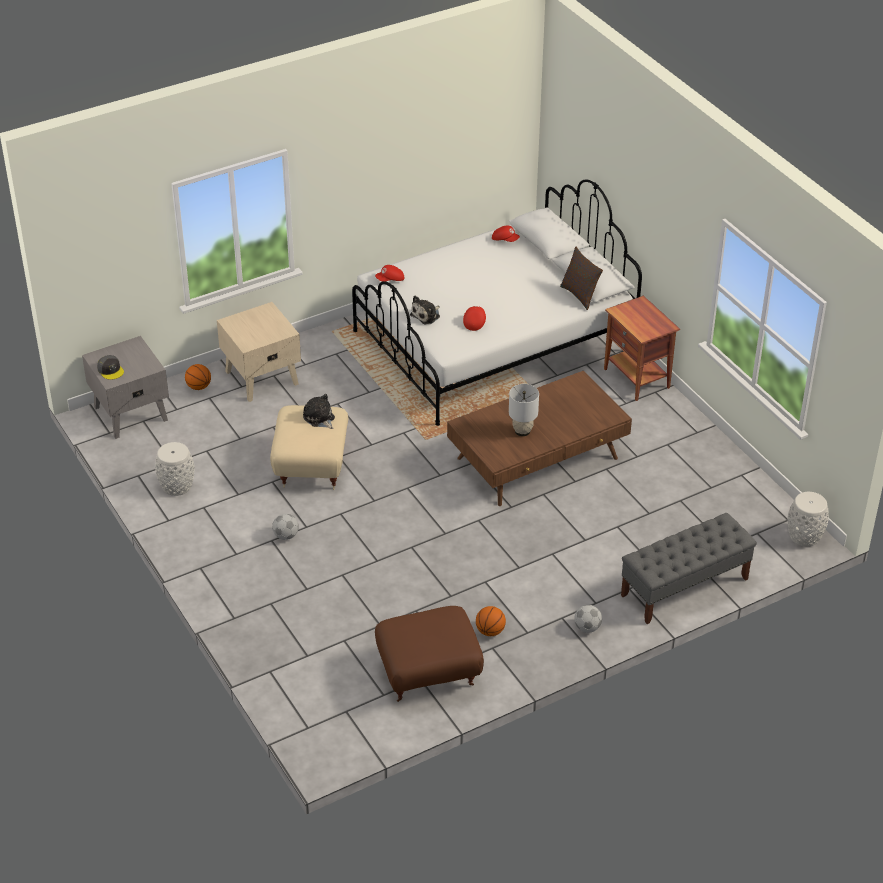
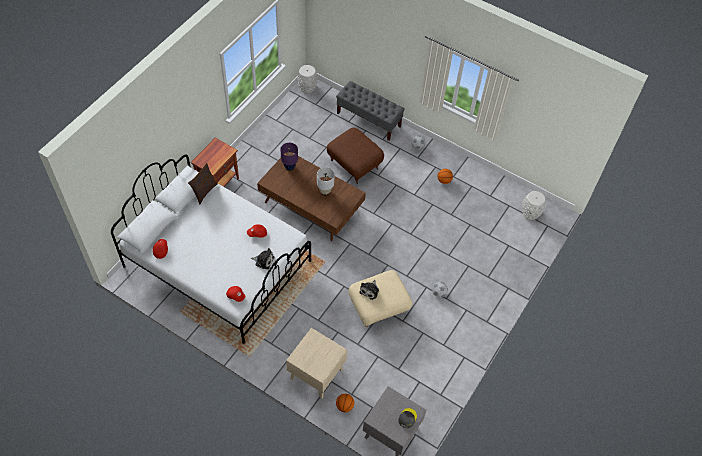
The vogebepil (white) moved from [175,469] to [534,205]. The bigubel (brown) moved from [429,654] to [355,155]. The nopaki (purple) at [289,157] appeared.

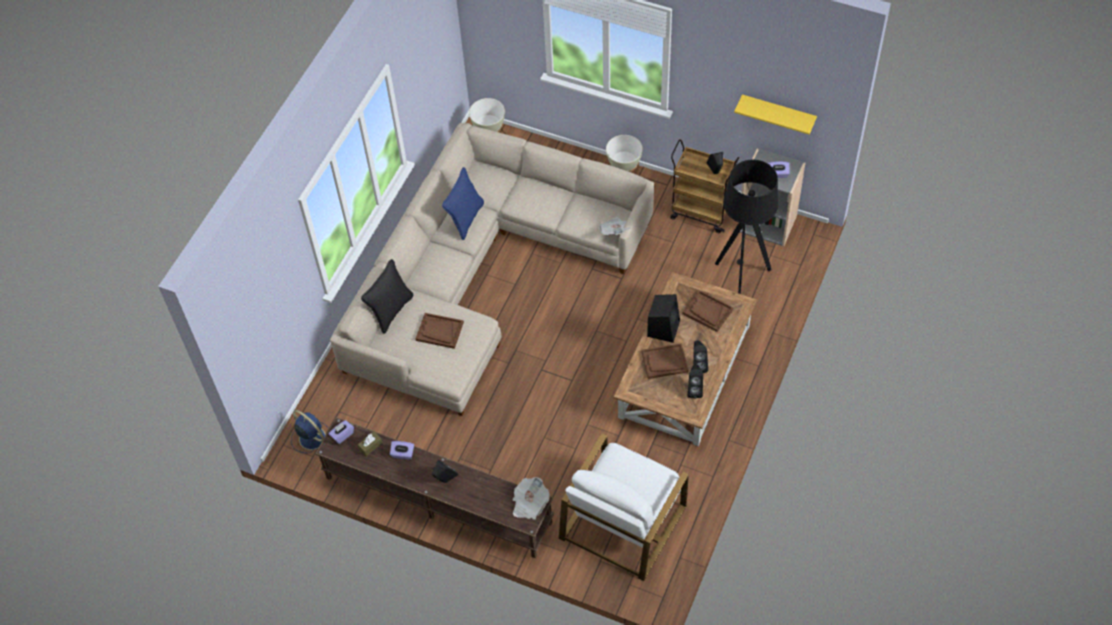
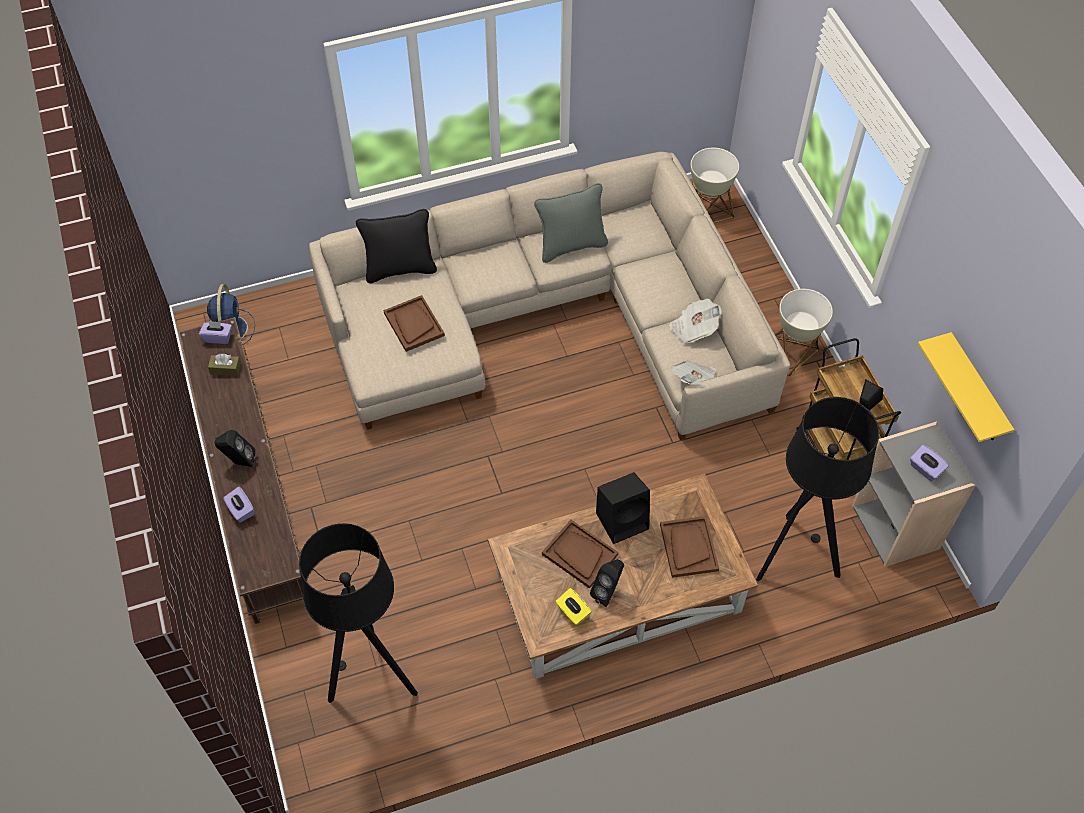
The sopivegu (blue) at [463,203] became the sopivegu (grey) at [571,223]. The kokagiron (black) at [695,381] was replaced by the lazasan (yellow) at [574,607]. The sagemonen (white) at [624,507] was replaced by the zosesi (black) at [358,613]. The lazasan (purple) moved from [402,450] to [238,504]. The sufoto moved from [531,498] to [695,321].

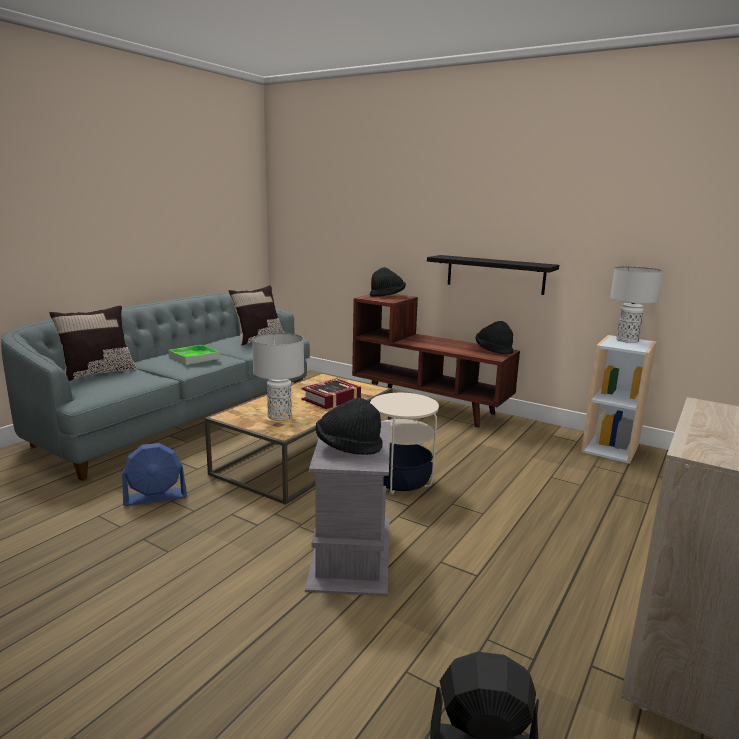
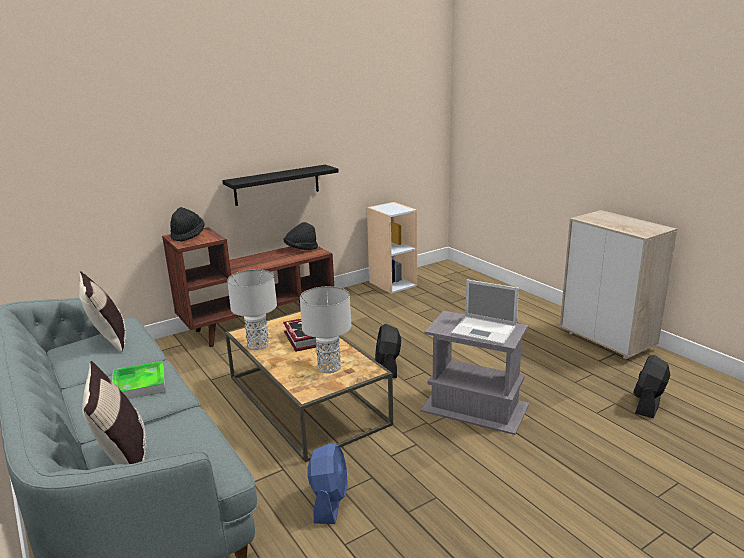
The nopaki (white) moved from [636,304] to [252,310]. The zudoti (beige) at [404,443] was replaced by the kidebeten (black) at [388,351]. The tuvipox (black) at [349,426] was replaced by the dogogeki at [485,312].

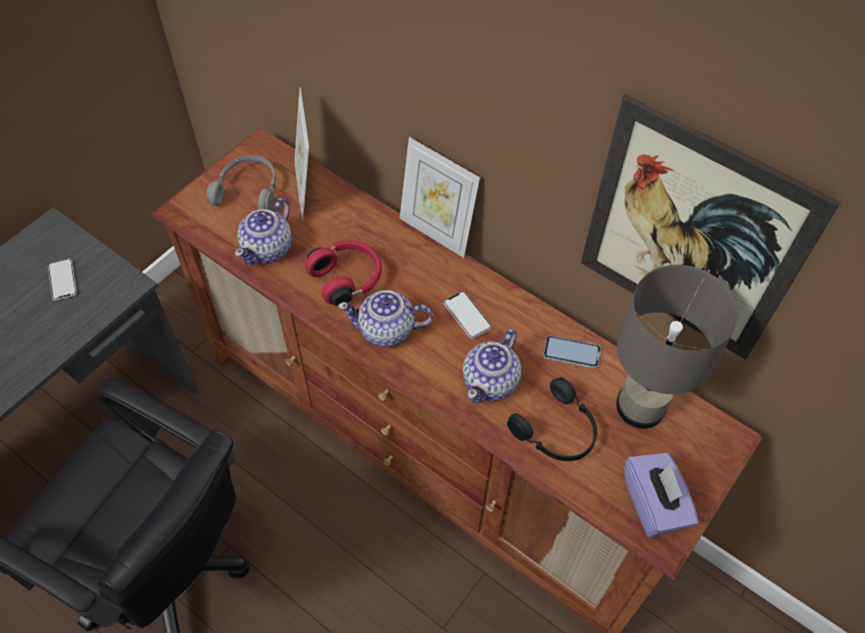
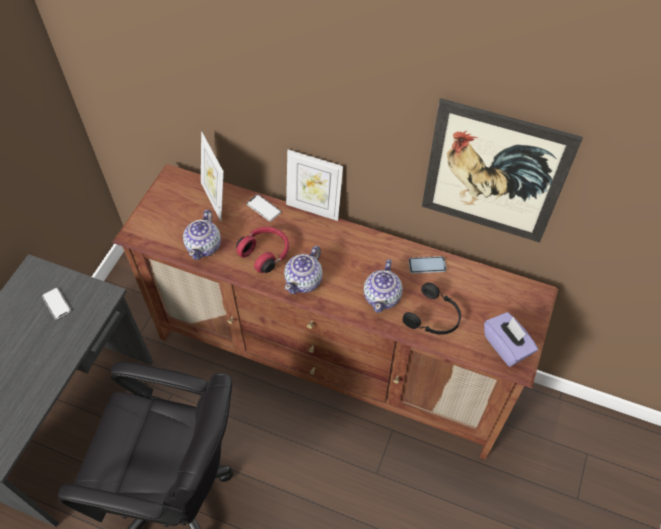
The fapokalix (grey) at [241,182] disappeared. The nopaki (grey) at [677,347] disappeared. The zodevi at [385,318] turned 45 degrees counterclockwise. The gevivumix moved from [467,315] to [264,207].

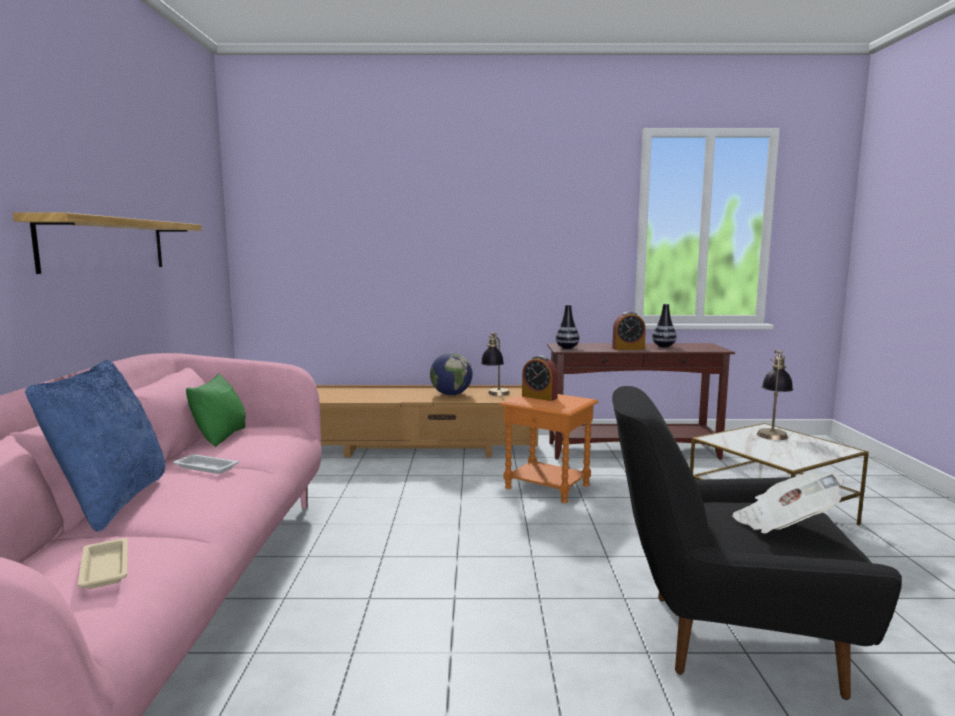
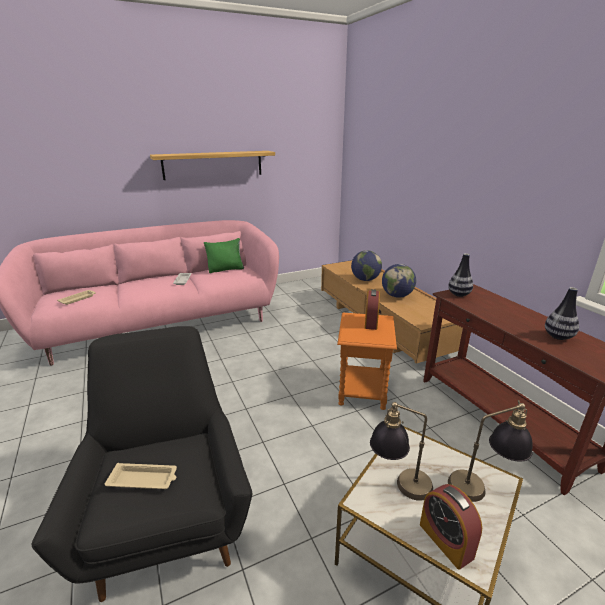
The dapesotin moved from [629,331] to [451,527]. The nopaki moved from [495,364] to [401,451]. The sopivegu (blue) at [95,446] disappeared. The sufoto at [788,502] was replaced by the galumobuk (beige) at [141,476]. The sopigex at [366,265] appeared.

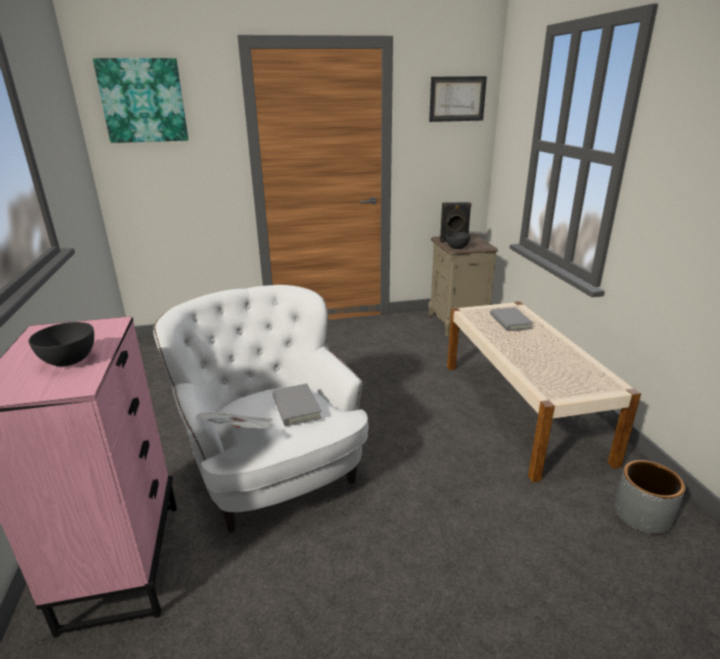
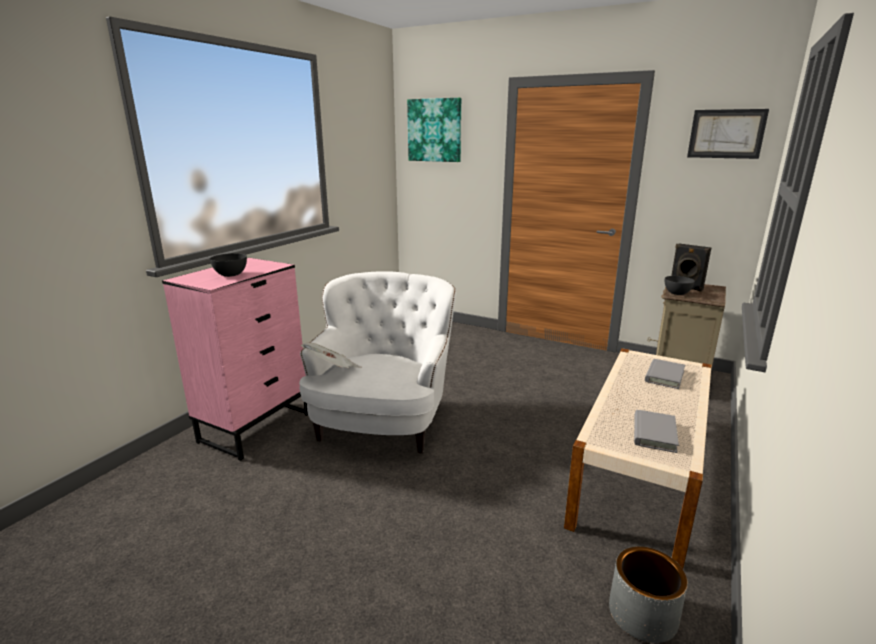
The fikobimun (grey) moved from [297,405] to [656,431].

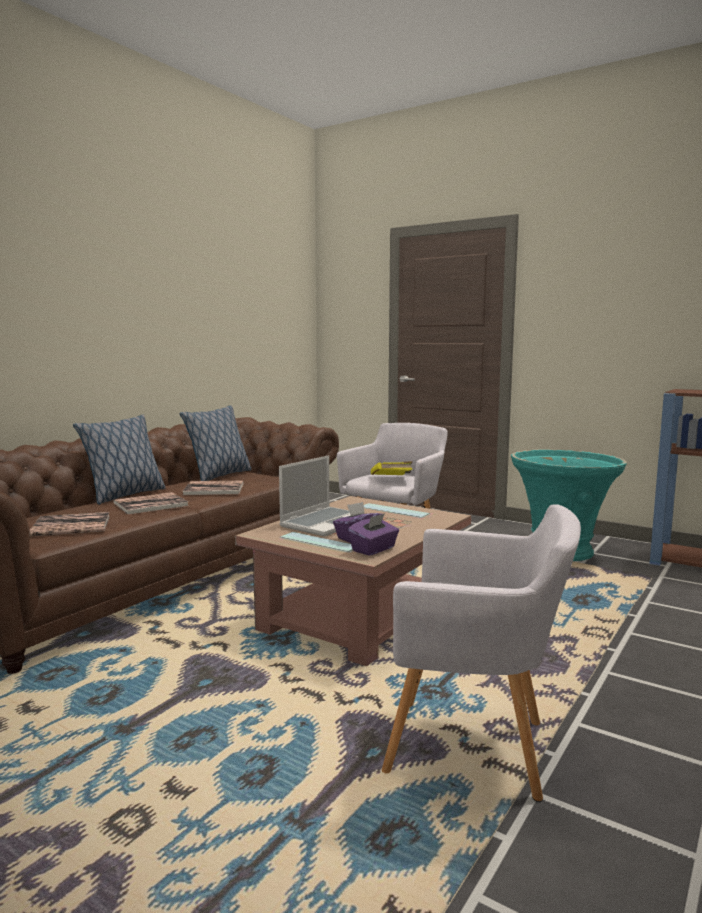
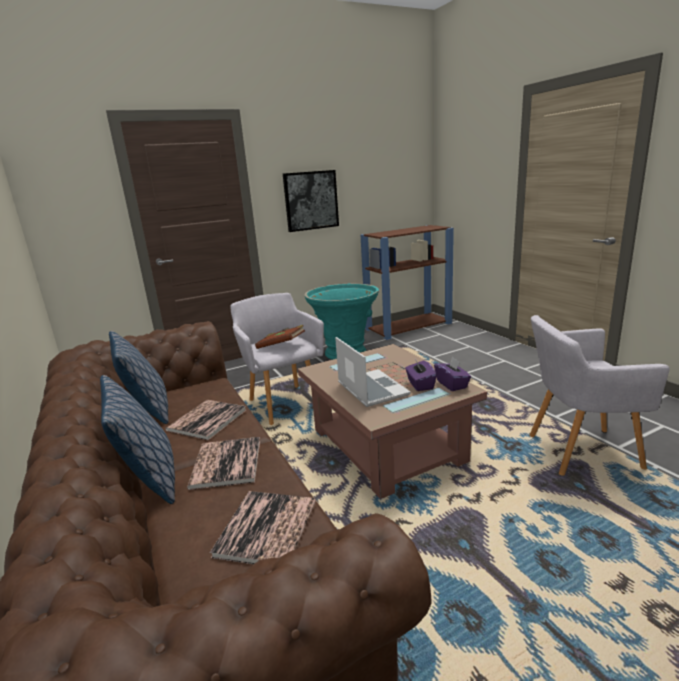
The fikobimun (yellow) at [392,468] became the fikobimun (brown) at [280,337]. The sagemonen (grey) at [481,653] turned 135 degrees counterclockwise. The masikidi at [311,201] appeared.

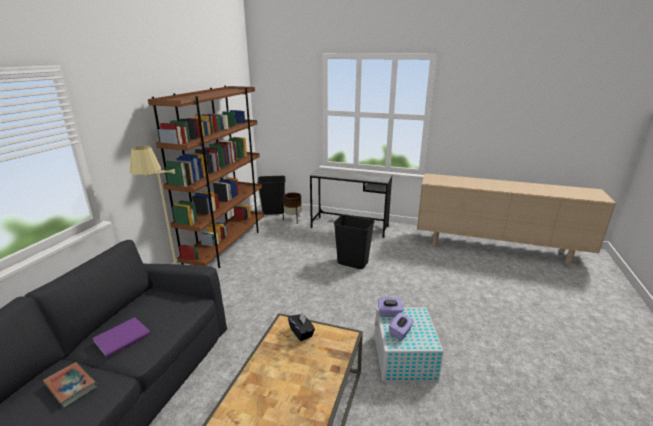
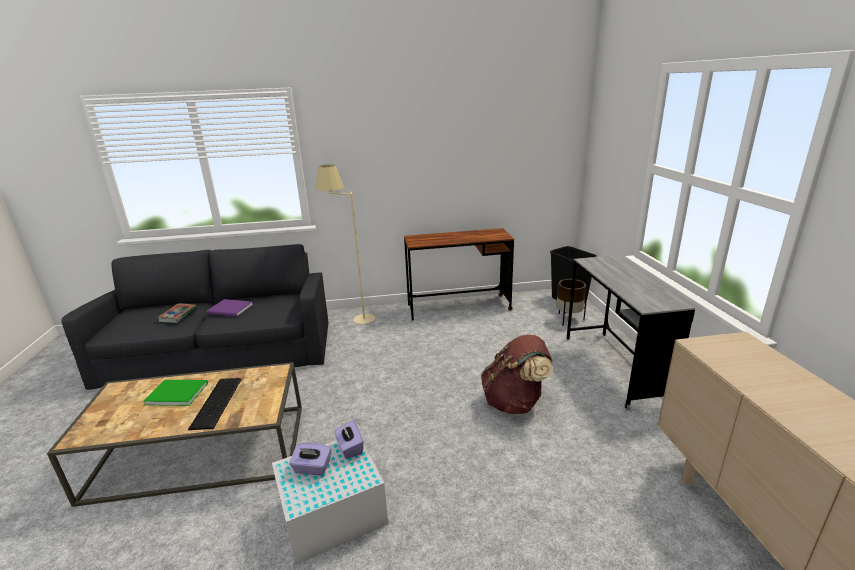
The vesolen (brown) at [206,177] was replaced by the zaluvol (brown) at [459,274]. The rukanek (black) at [354,241] was replaced by the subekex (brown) at [517,374]. The lazasan (black) at [301,326] disappeared. The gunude at [215,404] appeared. The fikobimun (green) at [175,393] appeared.

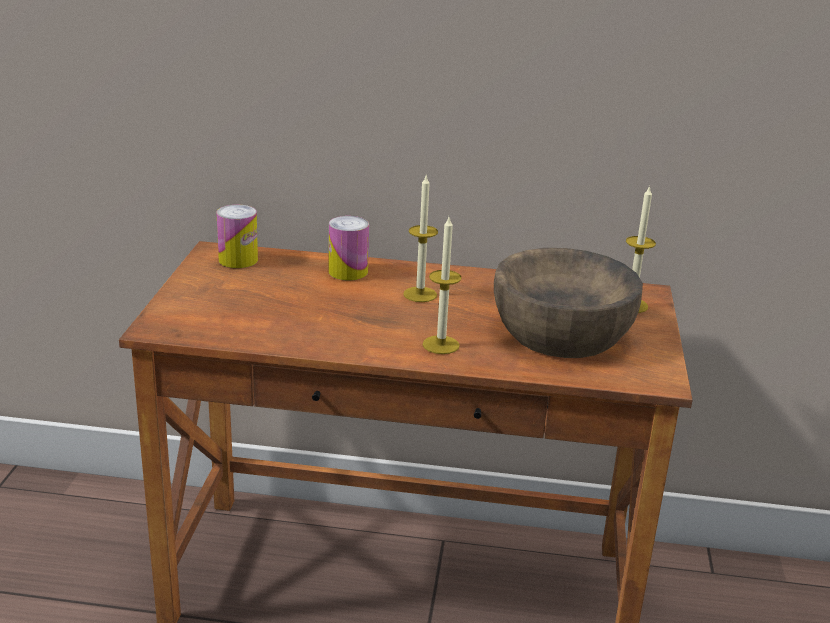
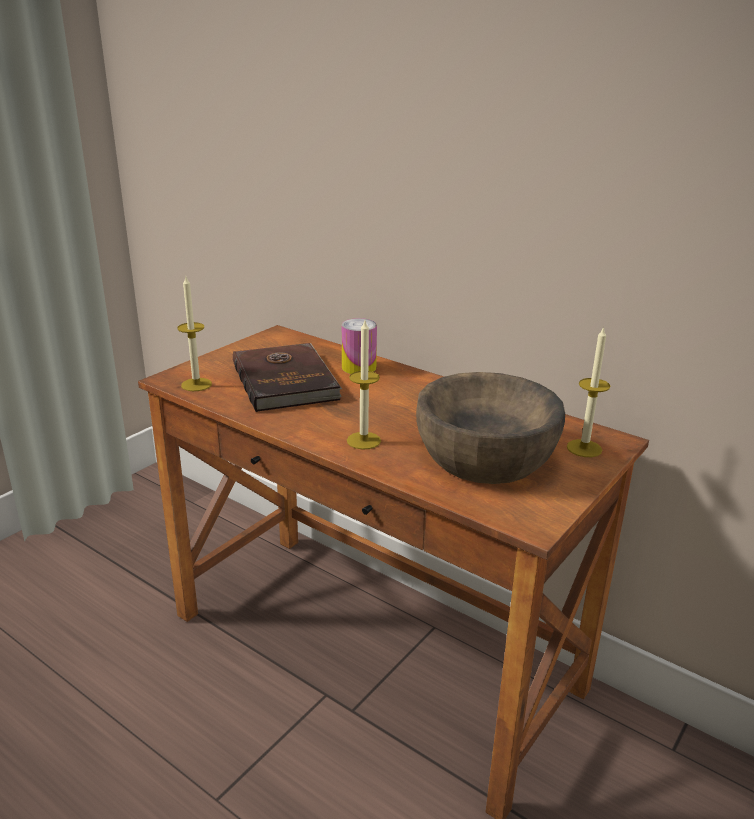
The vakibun moved from [420,239] to [194,334]. The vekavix at [237,236] disappeared. The fikobimun (brown) at [287,377] appeared.

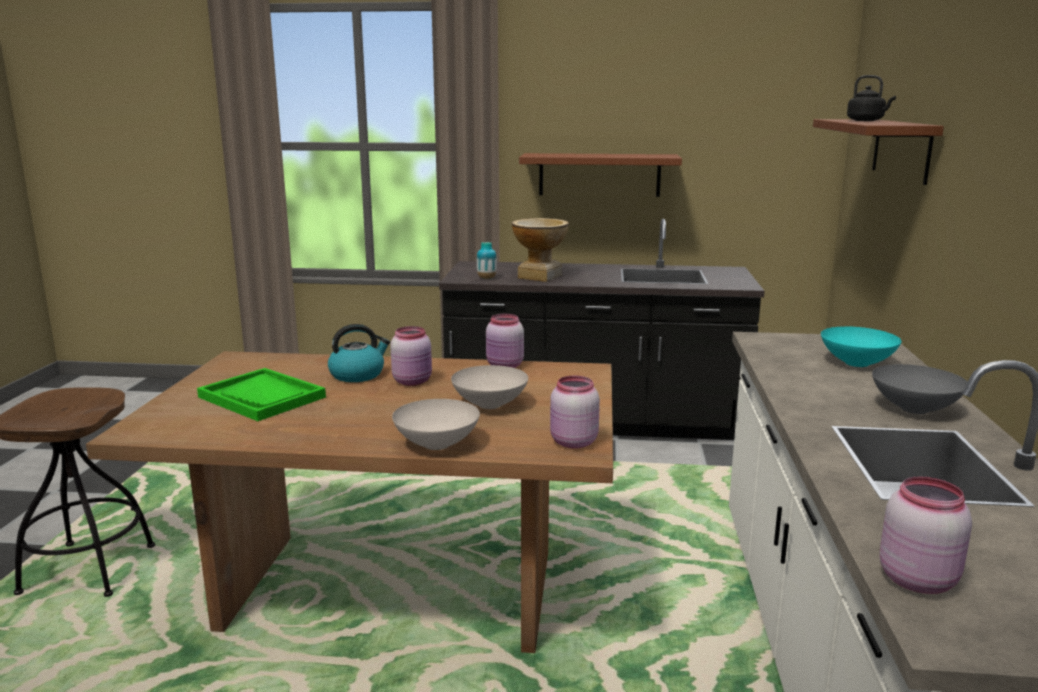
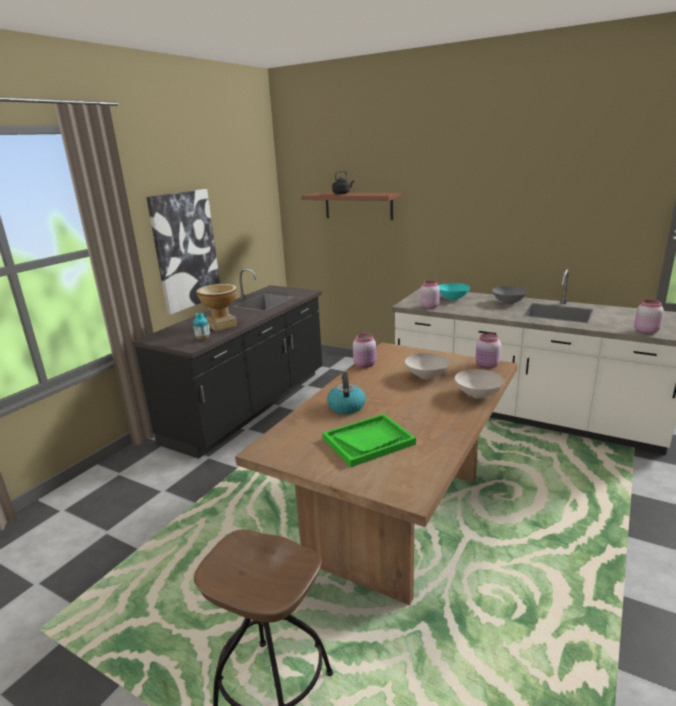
The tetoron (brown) at [600,175] was replaced by the masikidi at [183,252]. The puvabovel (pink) moved from [411,356] to [430,295].

